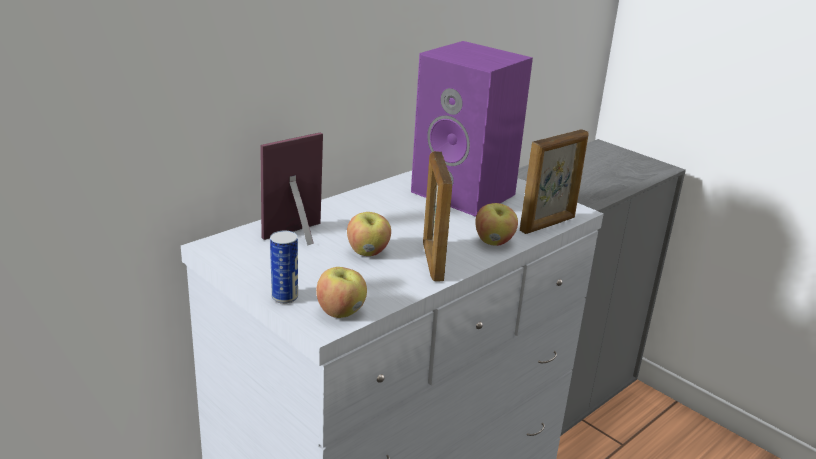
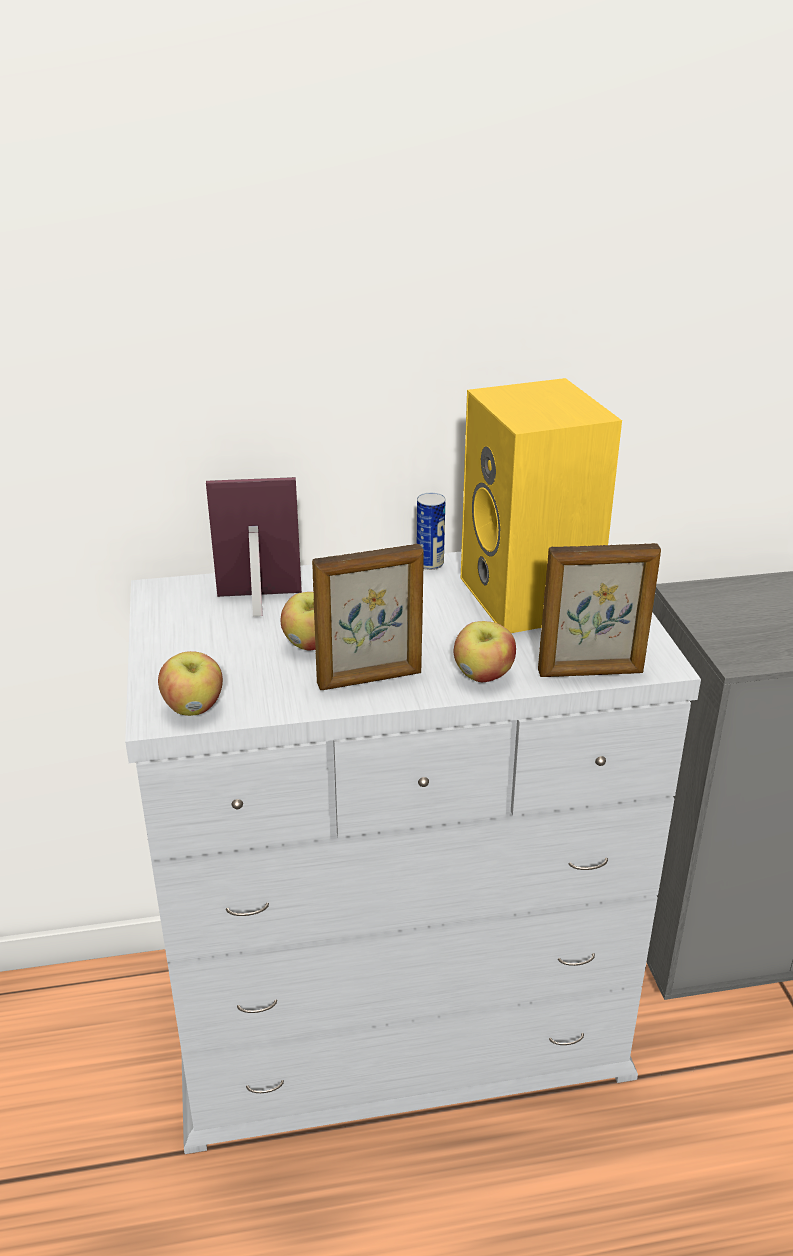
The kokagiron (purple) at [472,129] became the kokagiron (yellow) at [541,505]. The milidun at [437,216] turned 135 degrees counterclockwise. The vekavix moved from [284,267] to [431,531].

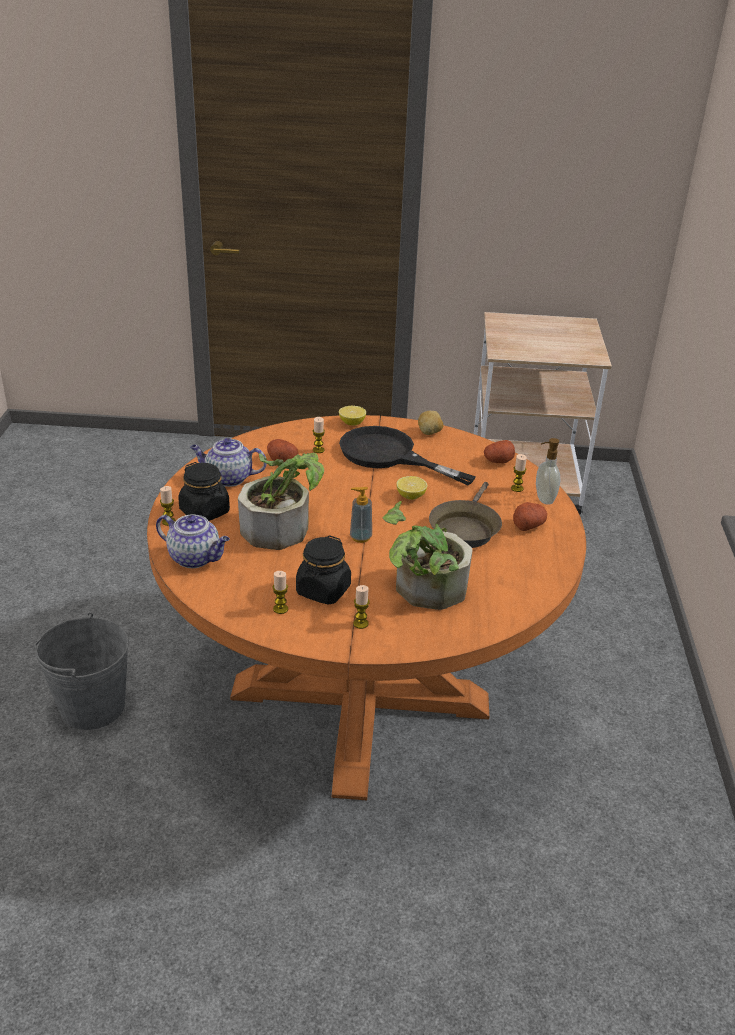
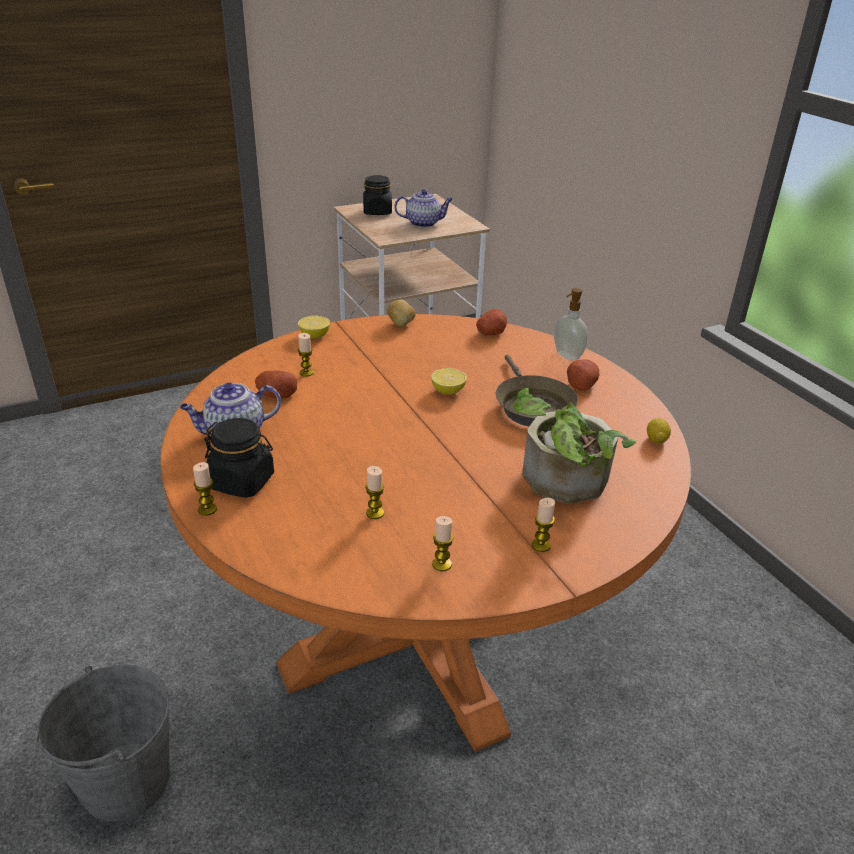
The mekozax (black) at [407,455] disappeared. The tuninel at [281,501] disappeared. The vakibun moved from [519,473] to [374,492]. The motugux at [361,515] disappeared. The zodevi moved from [193,541] to [423,208]. The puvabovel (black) moved from [323,570] to [377,195]. The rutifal at [659,431] appeared.

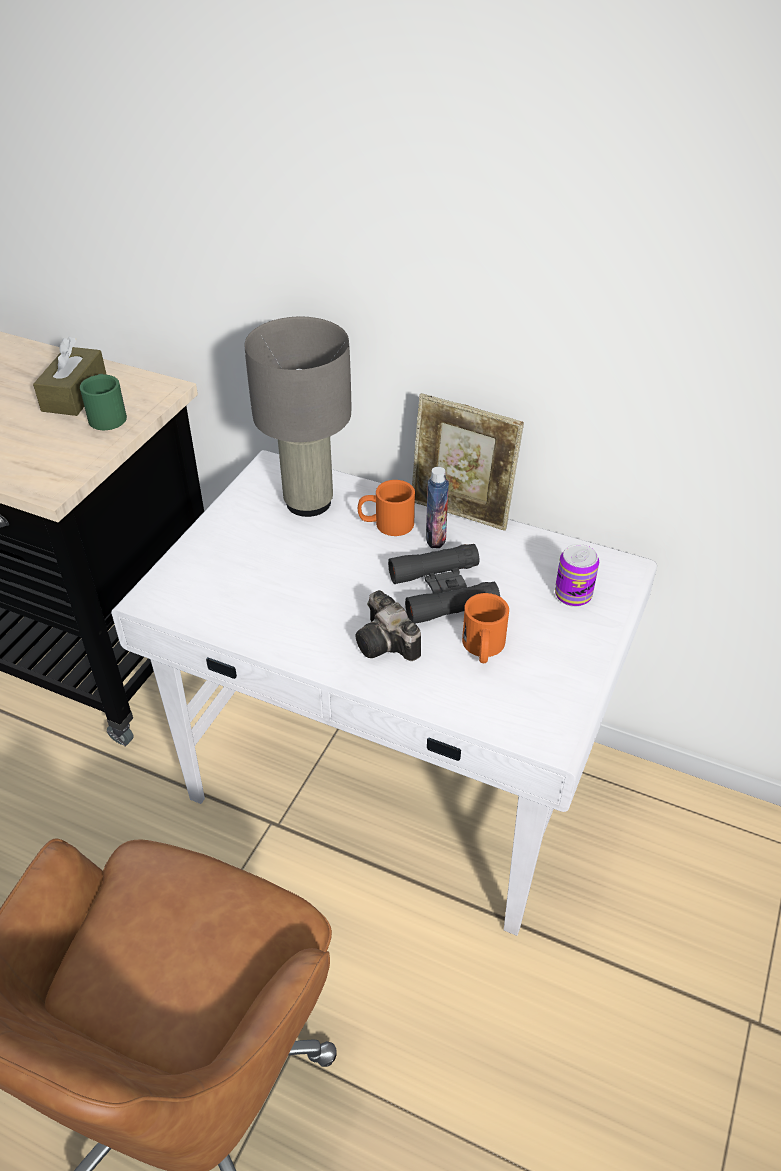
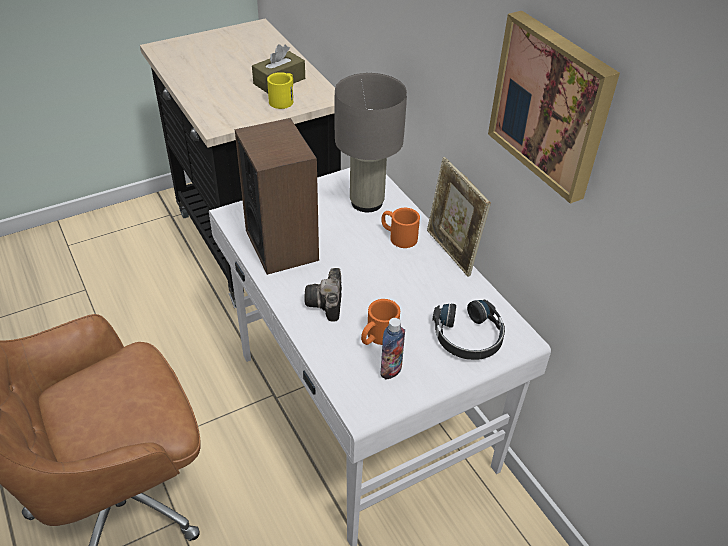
The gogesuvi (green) at [103,402] became the gogesuvi (yellow) at [280,90]. The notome moved from [437,507] to [392,349]. The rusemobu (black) at [444,584] disappeared. The vekavix at [577,575] was replaced by the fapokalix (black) at [468,329]. The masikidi at [554,107] appeared. The kokagiron at [277,196] appeared.

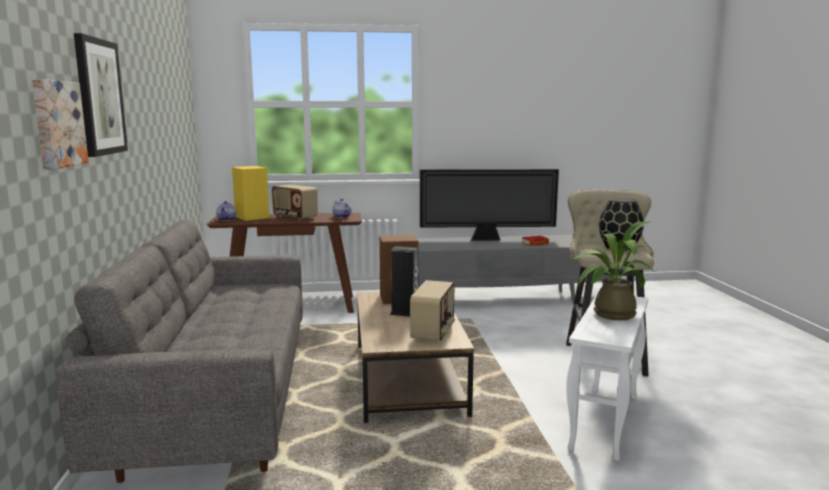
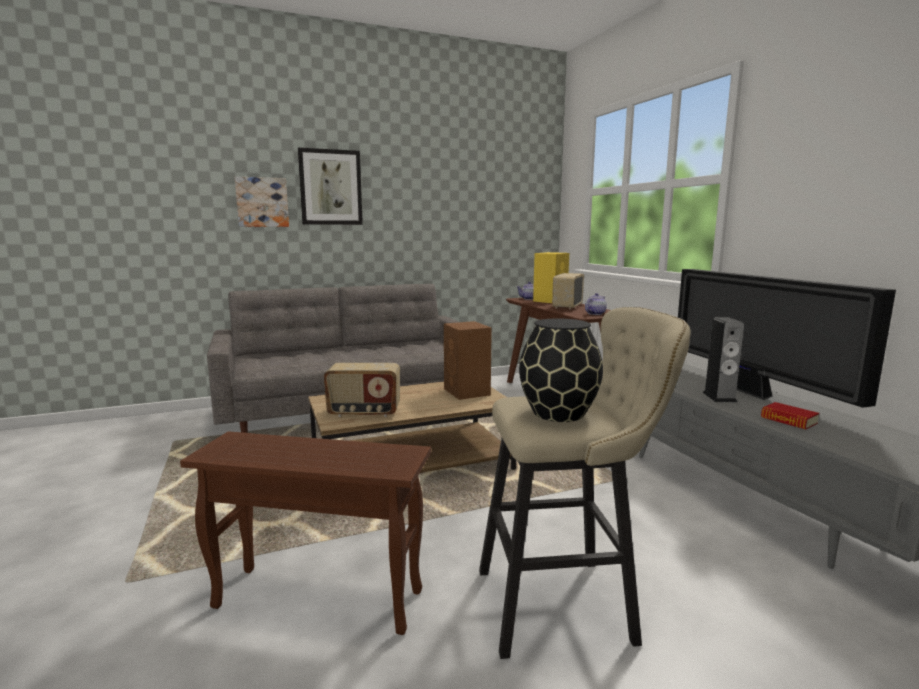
The tuninel at [612,271] disappeared. The kokagiron moved from [404,281] to [723,359]. The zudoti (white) at [607,377] became the zudoti (brown) at [305,533].

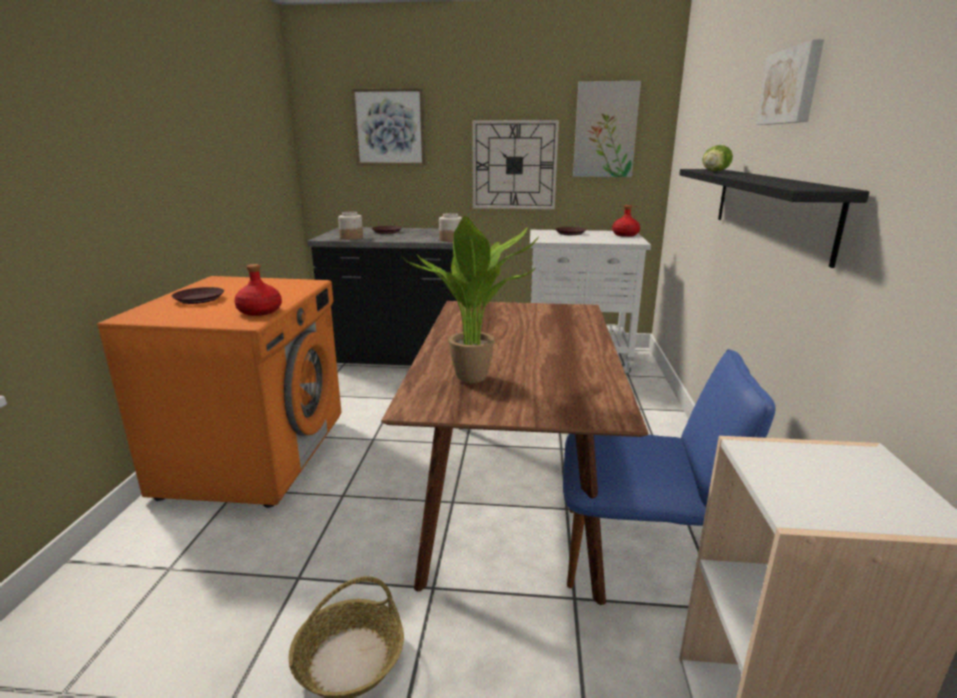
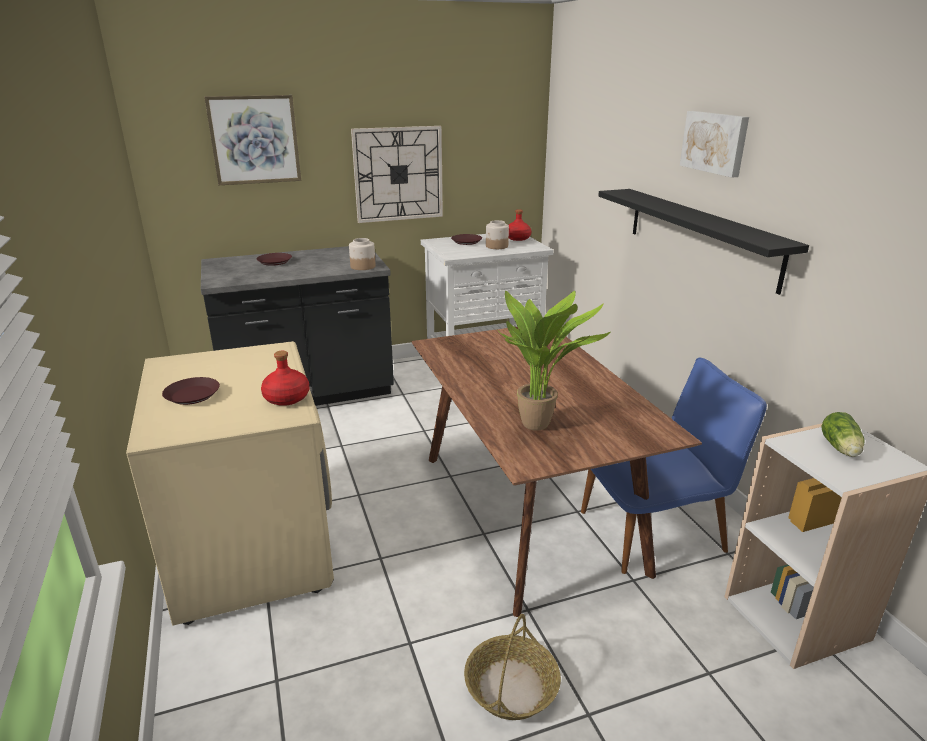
The masikidi at [607,129] disappeared. The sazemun moved from [718,158] to [842,434]. The puvabovel moved from [350,226] to [497,234]. The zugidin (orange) at [219,392] became the zugidin (beige) at [230,483].

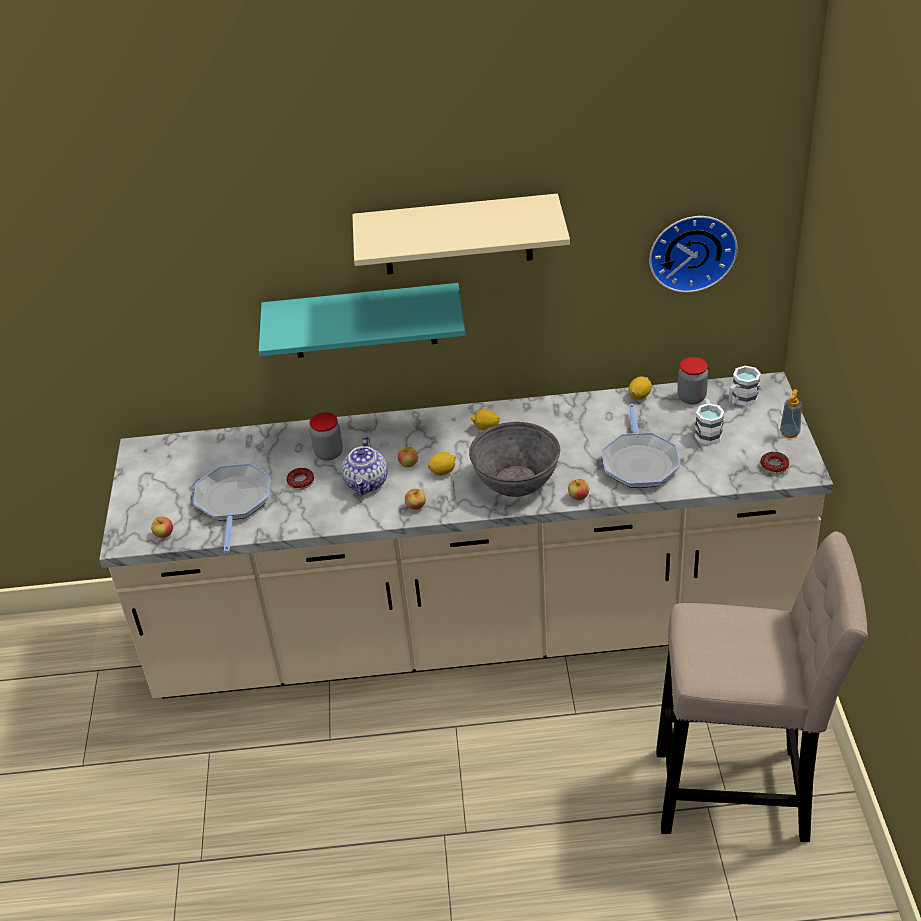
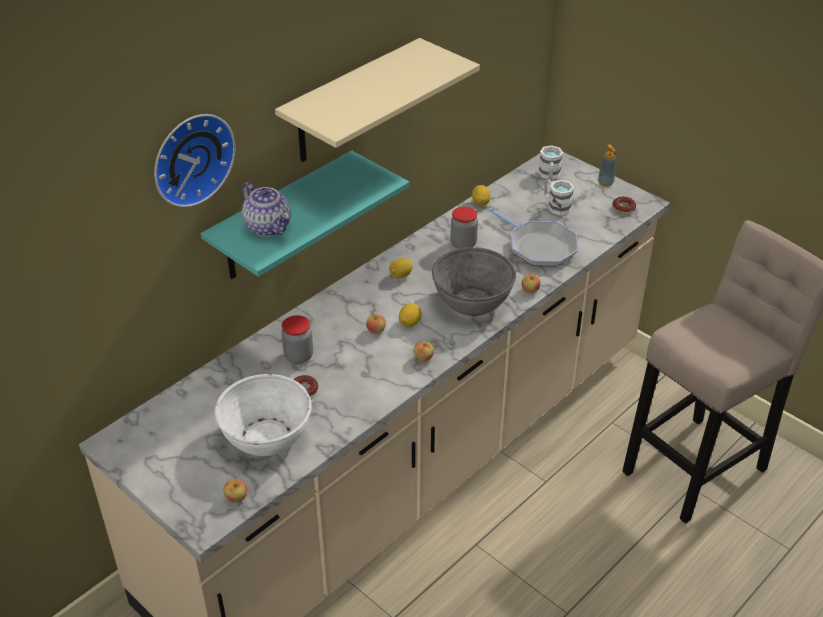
The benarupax moved from [693,254] to [195,160]. The puvabovel moved from [692,380] to [464,227]. The zodevi moved from [364,465] to [266,209]. The mekozax at [232,508] was replaced by the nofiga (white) at [263,415].

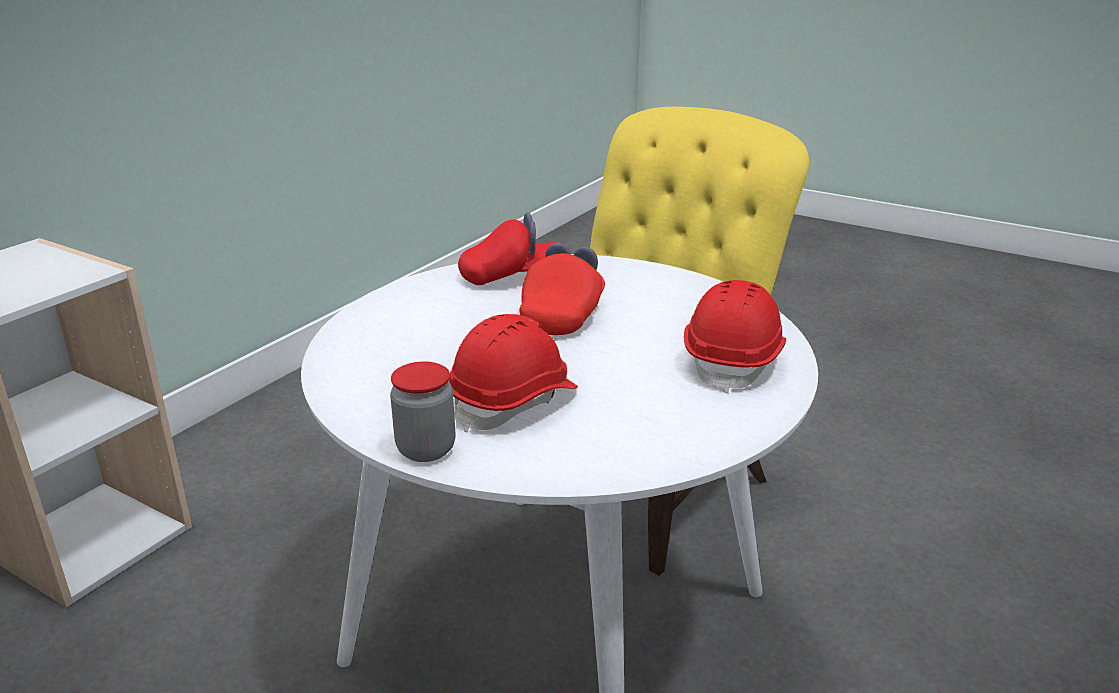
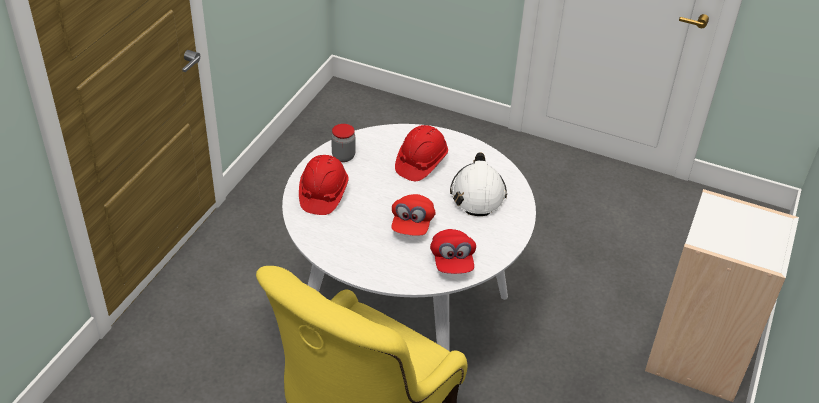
The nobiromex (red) at [507,248] turned 75 degrees counterclockwise. The puvabovel moved from [422,411] to [343,143]. The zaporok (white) at [478,184] appeared.

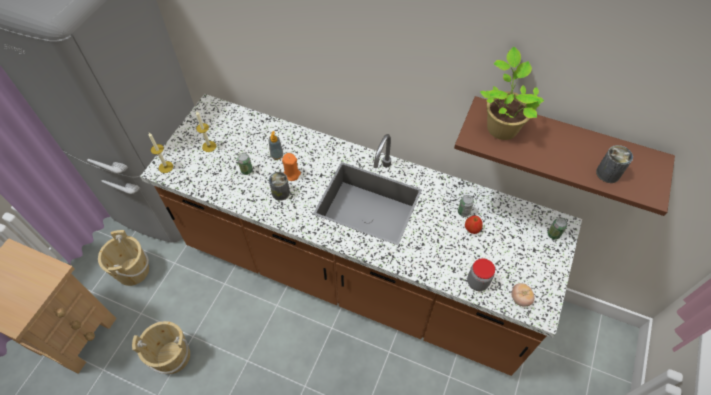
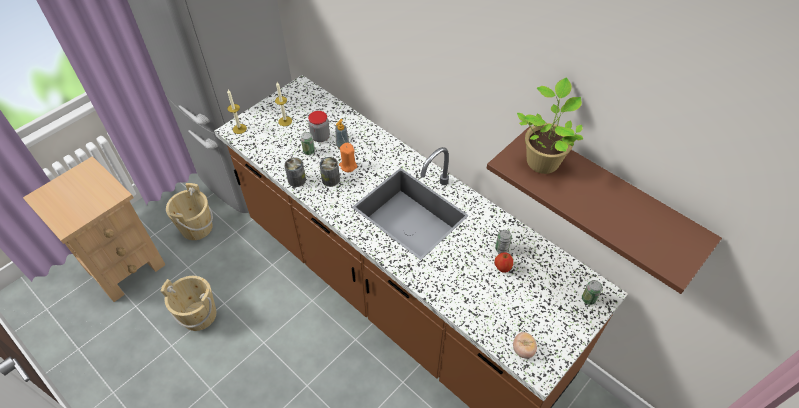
The vekavix moved from [614,164] to [295,172]. The puvabovel moved from [481,274] to [319,126].

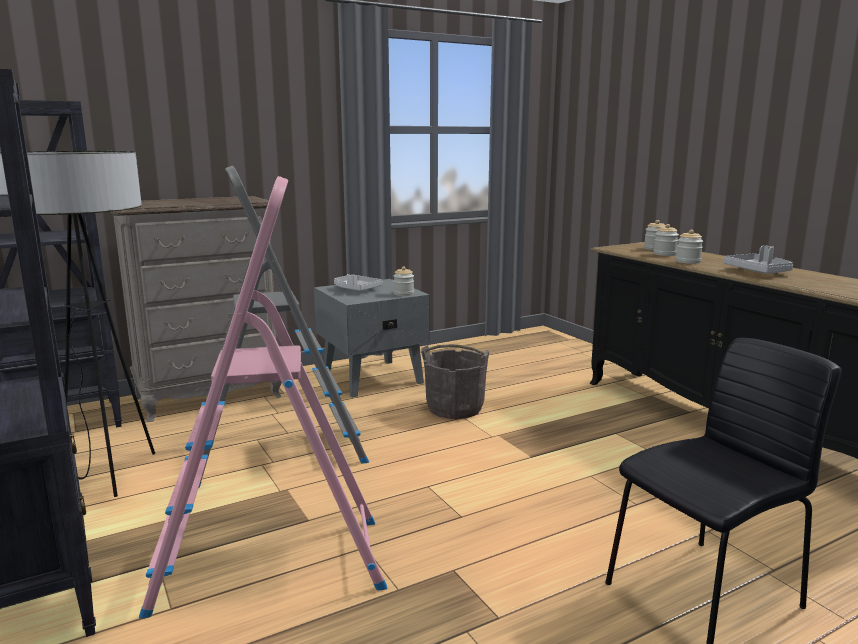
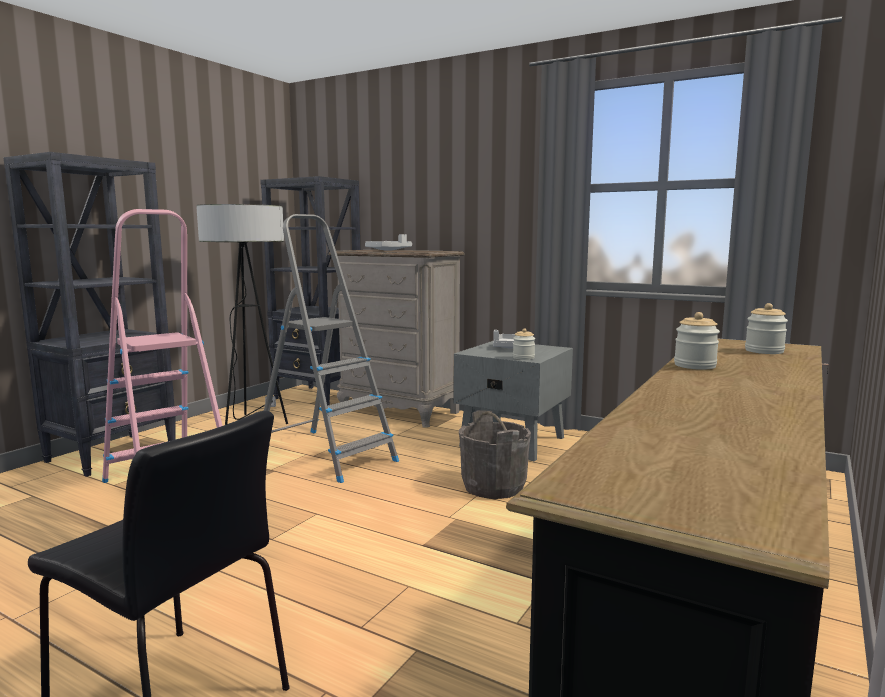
The puvabovel at [666,240] disappeared. The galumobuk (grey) moved from [758,259] to [388,242].

